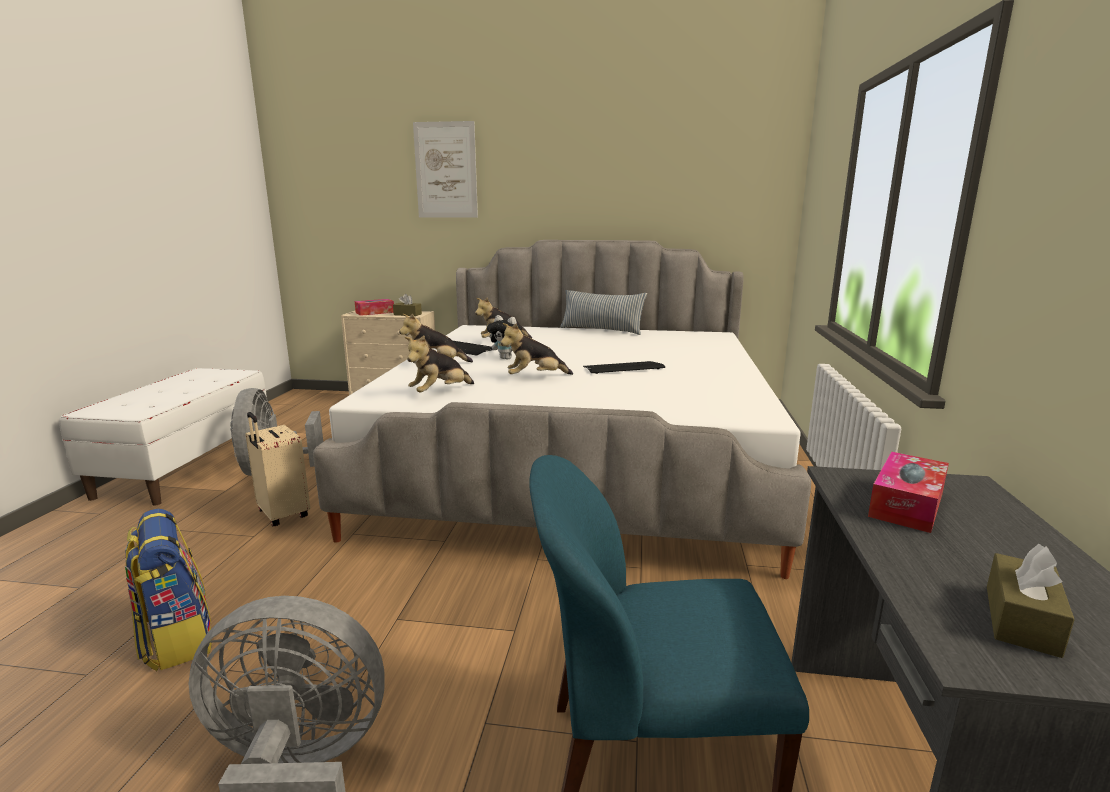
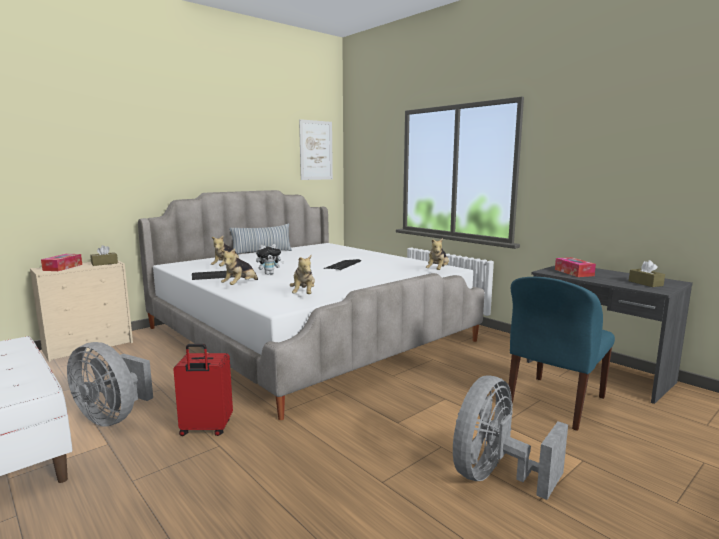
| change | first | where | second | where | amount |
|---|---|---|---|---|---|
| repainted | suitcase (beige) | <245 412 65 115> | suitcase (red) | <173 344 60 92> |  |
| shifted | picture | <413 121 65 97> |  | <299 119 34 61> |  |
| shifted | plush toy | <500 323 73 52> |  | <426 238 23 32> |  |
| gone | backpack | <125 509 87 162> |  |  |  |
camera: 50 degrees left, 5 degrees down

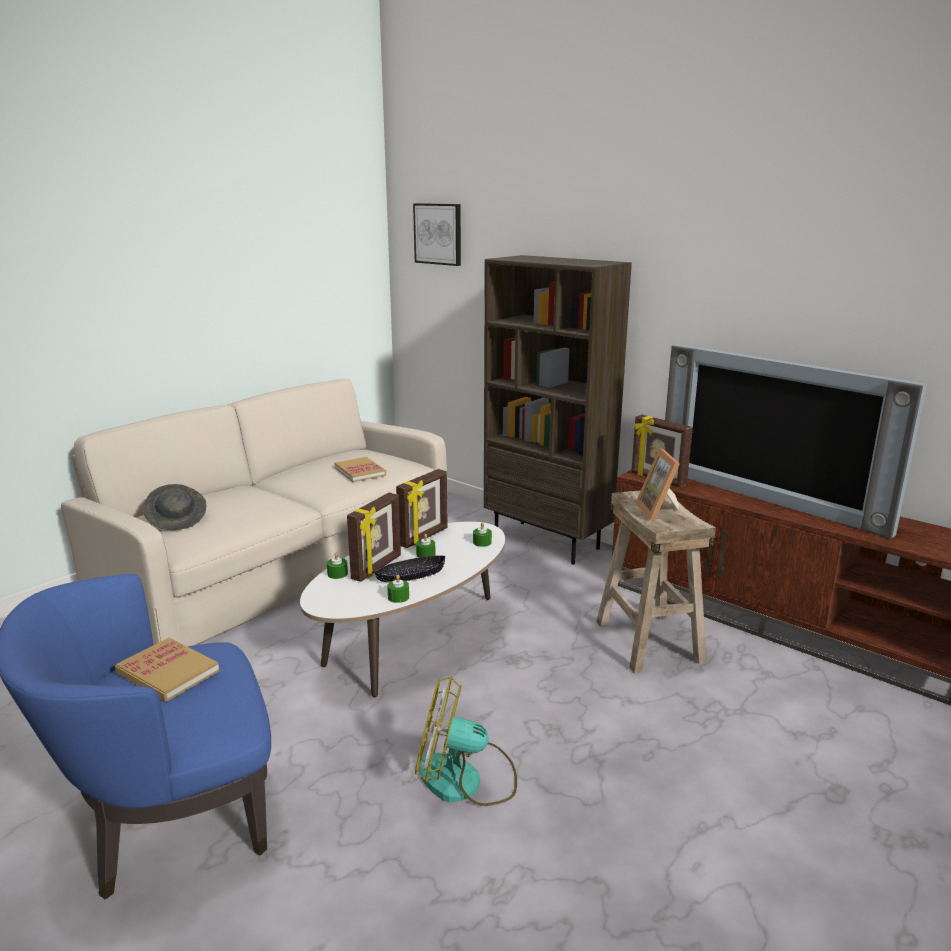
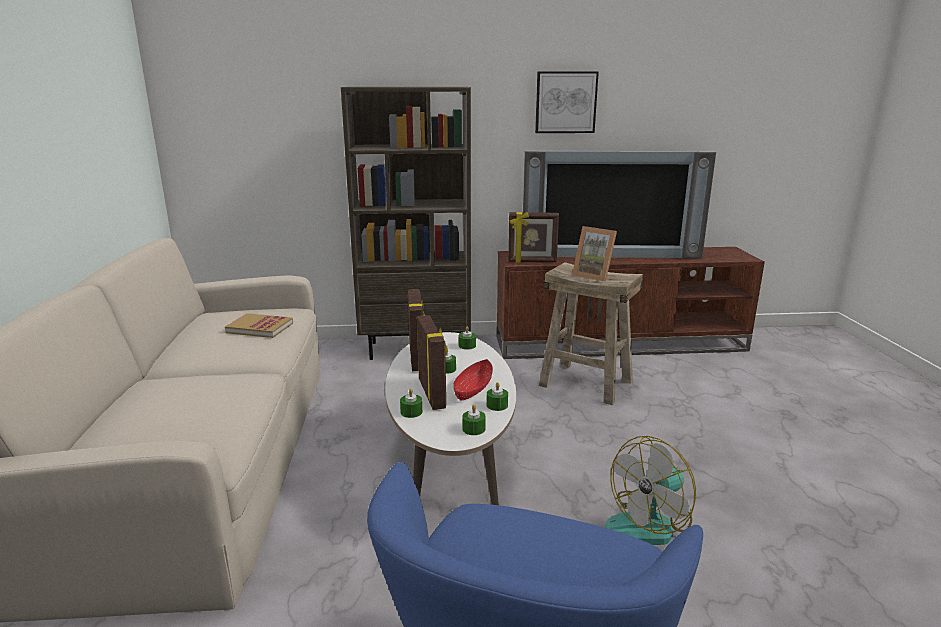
| change | first | where | second | where | amount |
|---|---|---|---|---|---|
| repainted | bowl (black) | <375 555 70 27> | bowl (red) | <453 359 40 42> |  |
| new |  |  | candle (green) | <462 405 24 30> |  |
| shifted | picture | <413 203 48 63> |  | <535 71 64 62> |  |
| gone | book | <115 637 104 65> |  |  |  |
| gone | hat (grey) | <143 484 64 46> |  |  |  |
camera: 45 degrees left, 0 degrees up

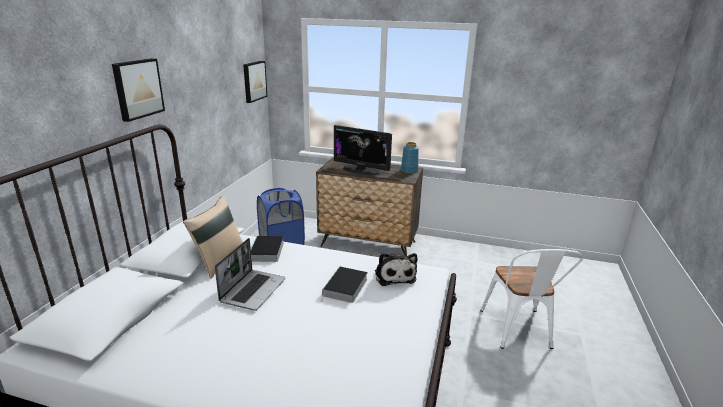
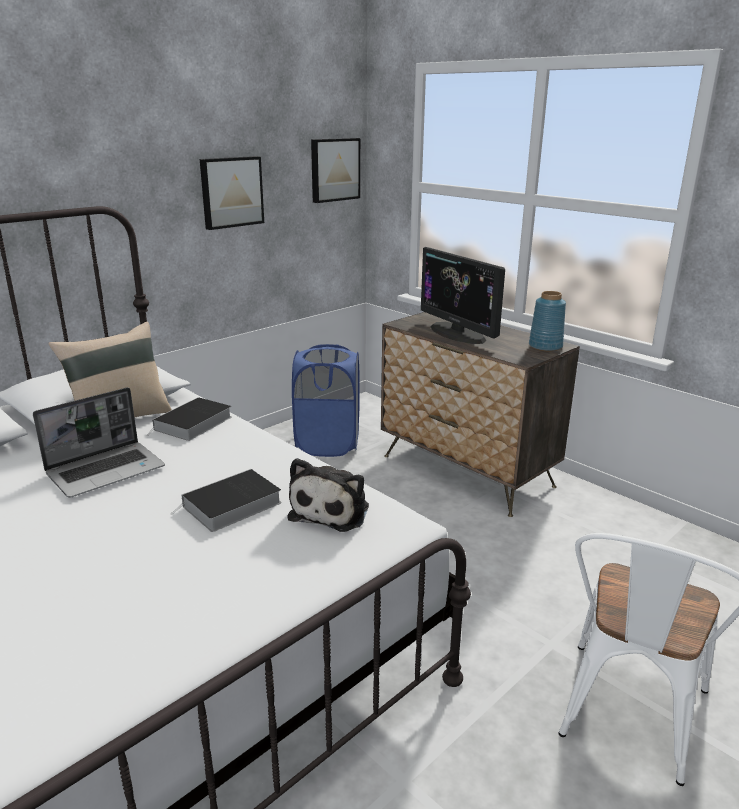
| change | first | where | second | where | amount |
|---|---|---|---|---|---|
| shifted | picture | <112 58 53 64> |  | <200 156 64 74> |  |
camera: 30 degrees right, 0 degrees up

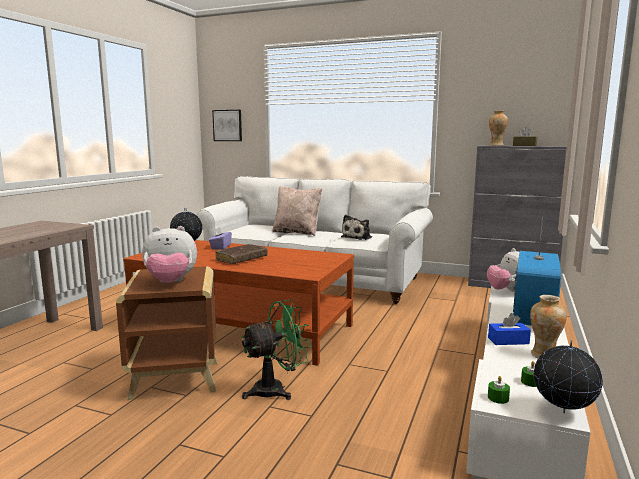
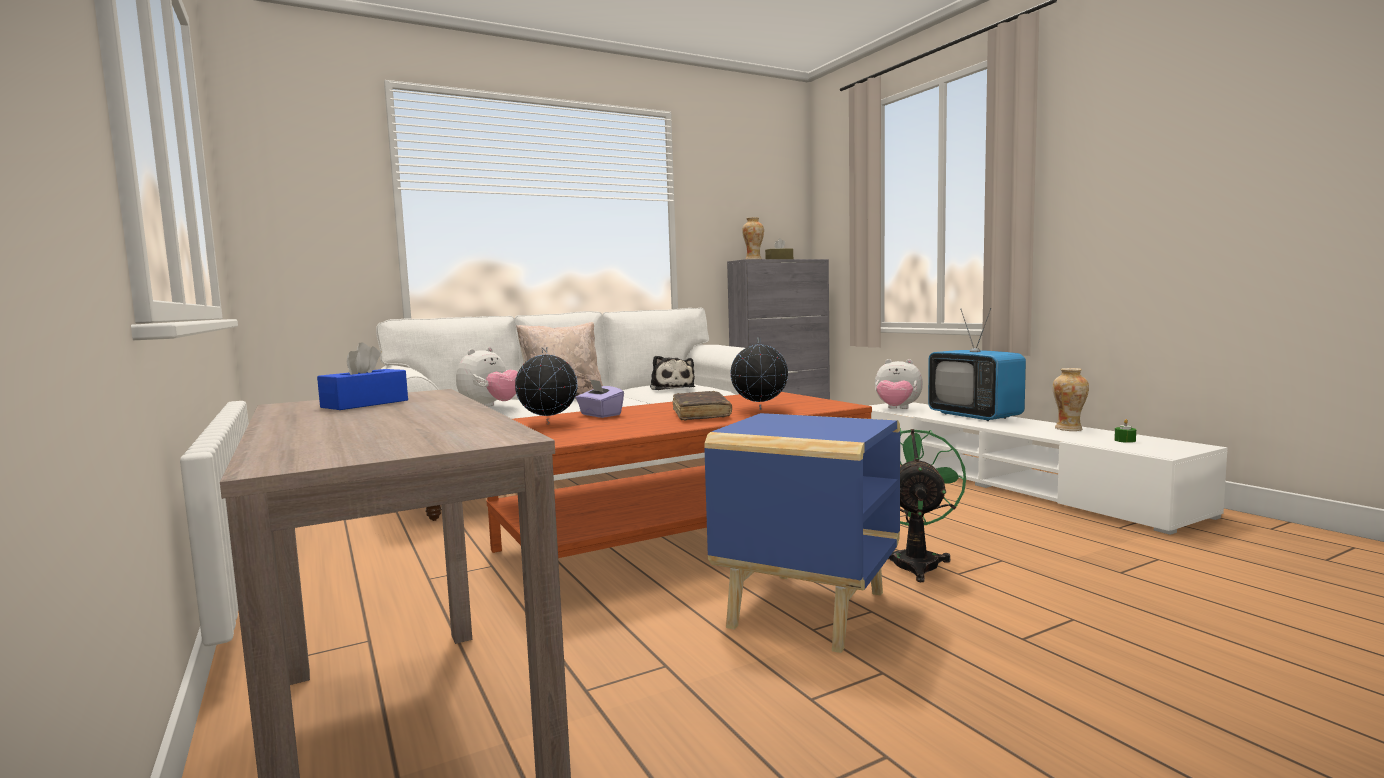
| change | first | where | second | where | amount |
|---|---|---|---|---|---|
| shifted | tissue box (blue) | <488 313 43 32> |  | <317 342 91 68> |  |
| shifted | plush toy | <142 226 55 57> |  | <456 347 62 60> |  |
| repainted | side table (brown) | <116 266 101 134> | side table (blue) | <704 413 196 240> |  |
| shifted | globe | <534 340 69 73> |  | <730 337 58 73> |  |
| gone | picture | <212 110 30 31> |  |  |  |
| gone | candle (green) | <488 376 22 28> |  |  |  |
camera: 50 degrees left, 5 degrees down

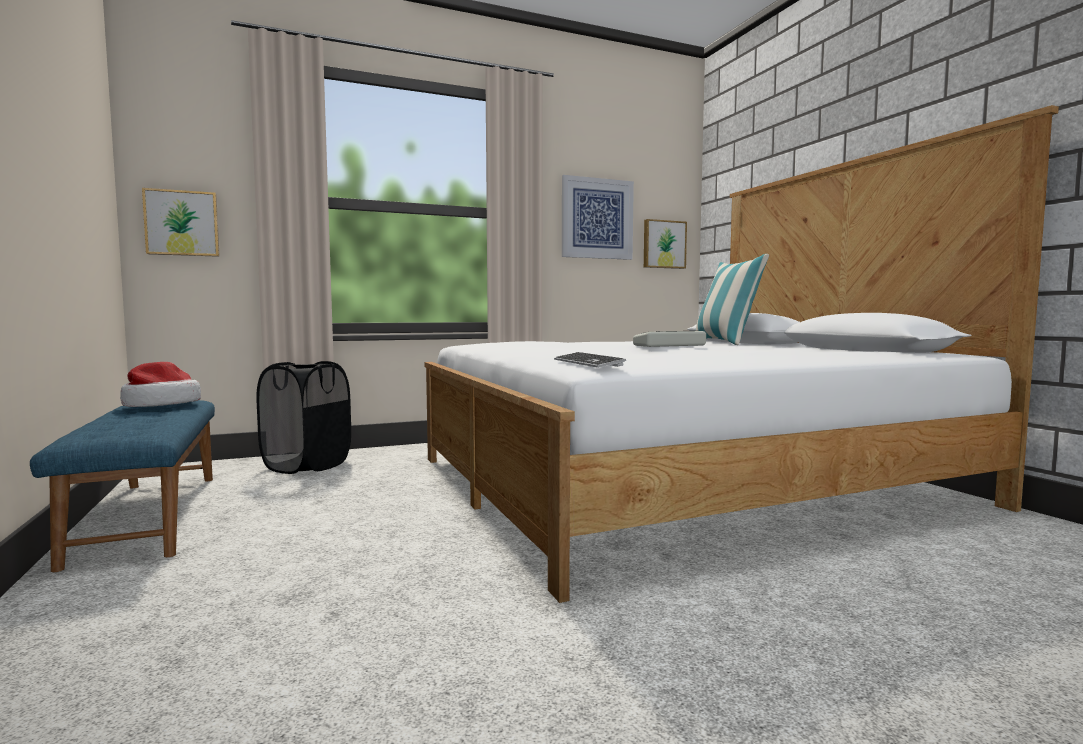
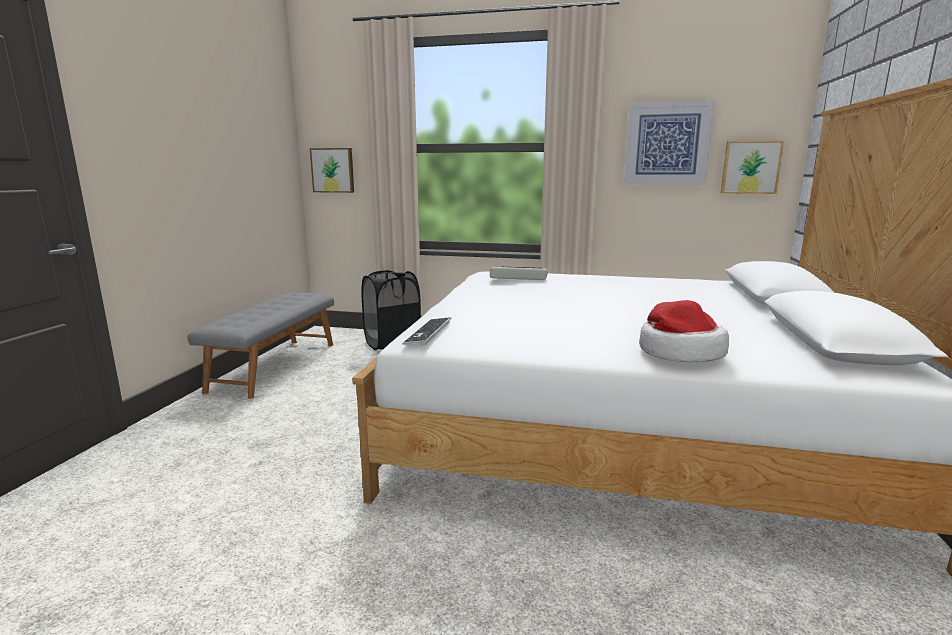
| change | first | where | second | where | amount |
|---|---|---|---|---|---|
| repainted | bench (blue) | <30 400 185 172> | bench (grey) | <188 293 146 106> |  |
| shifted | keyboard | <633 331 73 16> |  | <490 266 58 14> |  |
| shifted | hat | <120 362 81 45> |  | <639 300 90 62> |  |
| gone | pillow | <695 254 74 91> |  |  |  |
camera: 35 degrees right, 10 degrees up

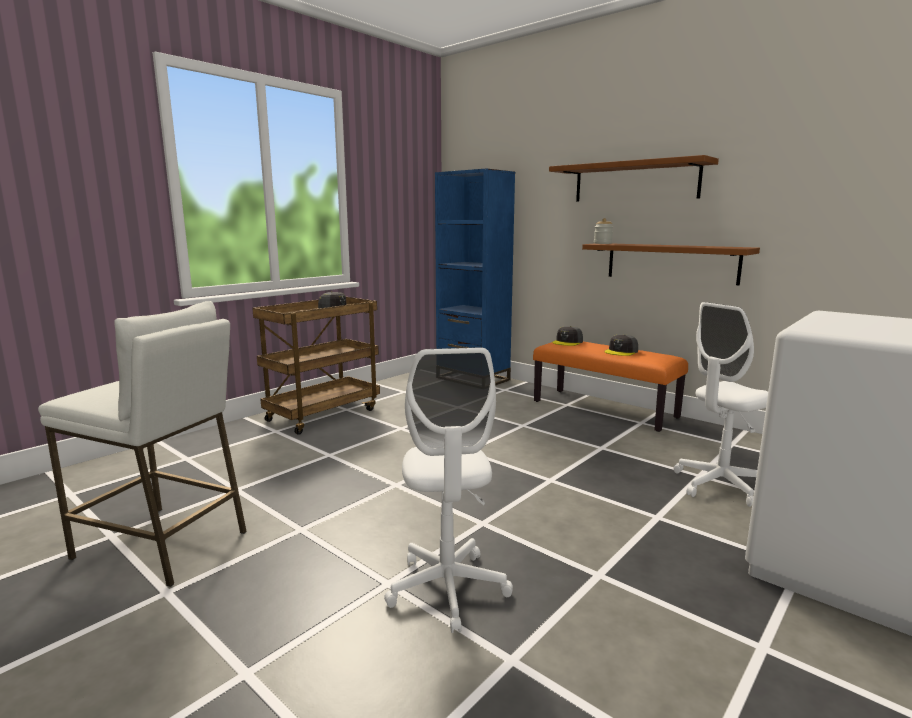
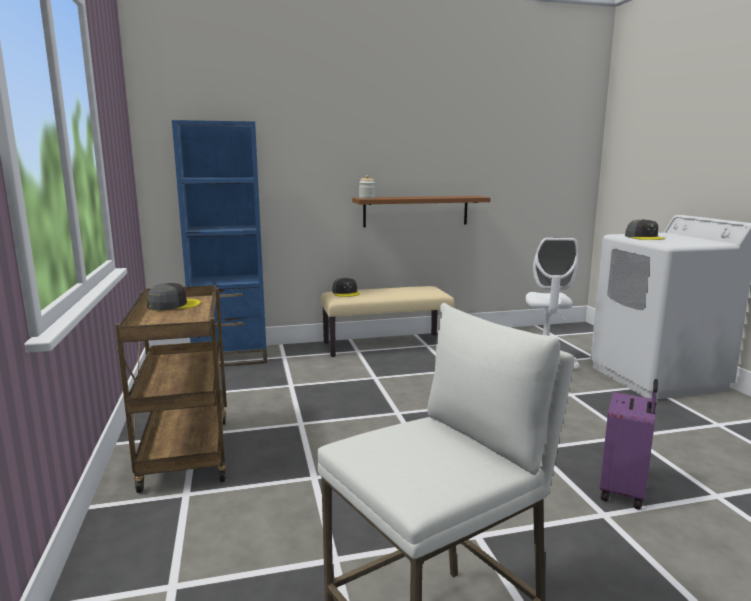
| change | first | where | second | where | amount |
|---|---|---|---|---|---|
| repainted | bench (orange) | <533 342 155 90> | bench (beige) | <321 286 133 71> |  |
| swapped | office chair (white) | <384 347 129 286> | suitcase (purple) | <600 379 58 131> |  |
| shifted | cap (grey) | <604 334 34 22> |  | <625 219 40 21> |  |
| gone | shelf (brown) | <549 155 170 47> |  |  |  |
camera: 55 degrees left, 0 degrees up

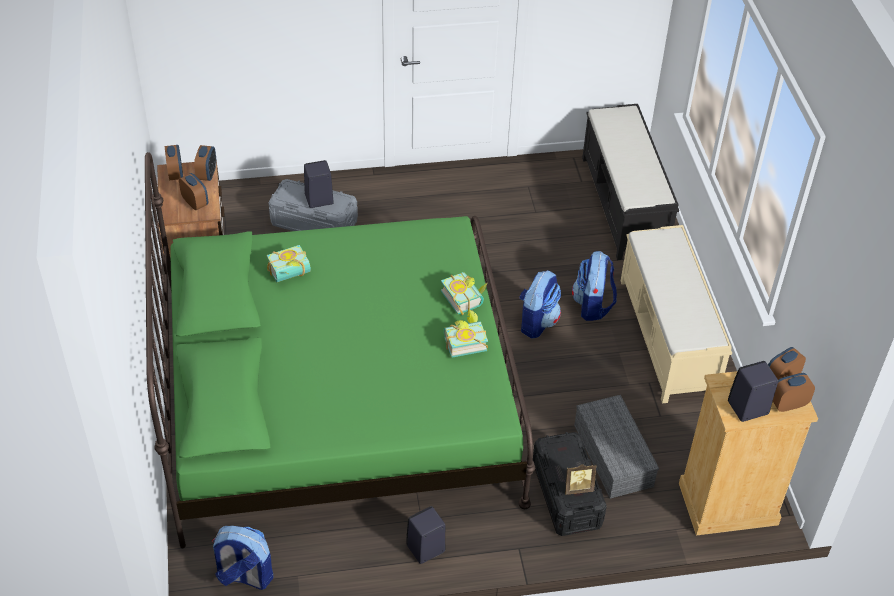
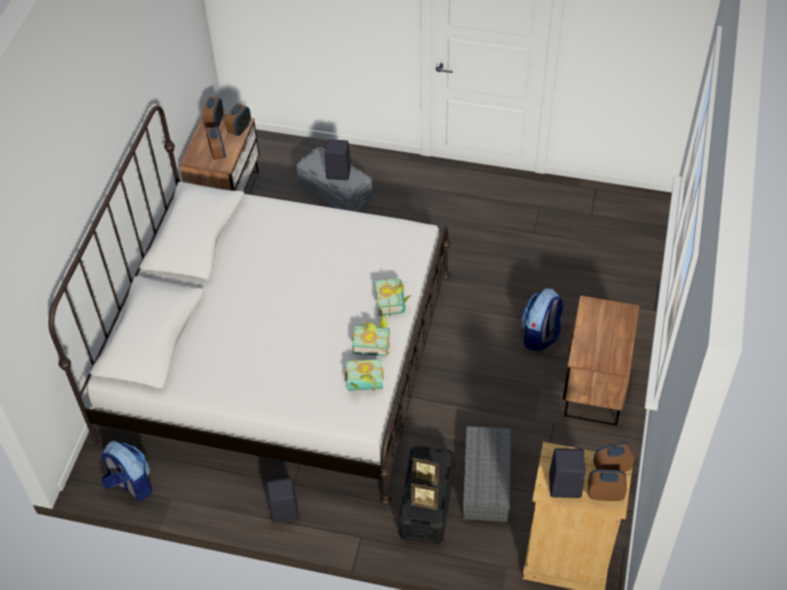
| change | first | where | second | where | amount |
|---|---|---|---|---|---|
| repainted | bed (green) | <145 152 390 396> | bed (white) | <49 106 402 399> |  |
| shifted | book | <266 245 45 37> |  | <345 359 39 32> |  |
| new |  |  | picture frame | <412 458 28 27> |  |
| swapped | bench (beige) | <621 225 111 178> | nightstand | <563 295 77 131> |  |
| gone | backpack | <519 270 42 68> |  |  |  |
| gone | bench (black) | <582 104 97 156> |  |  |  |
camera: 25 degrees right, 5 degrees up

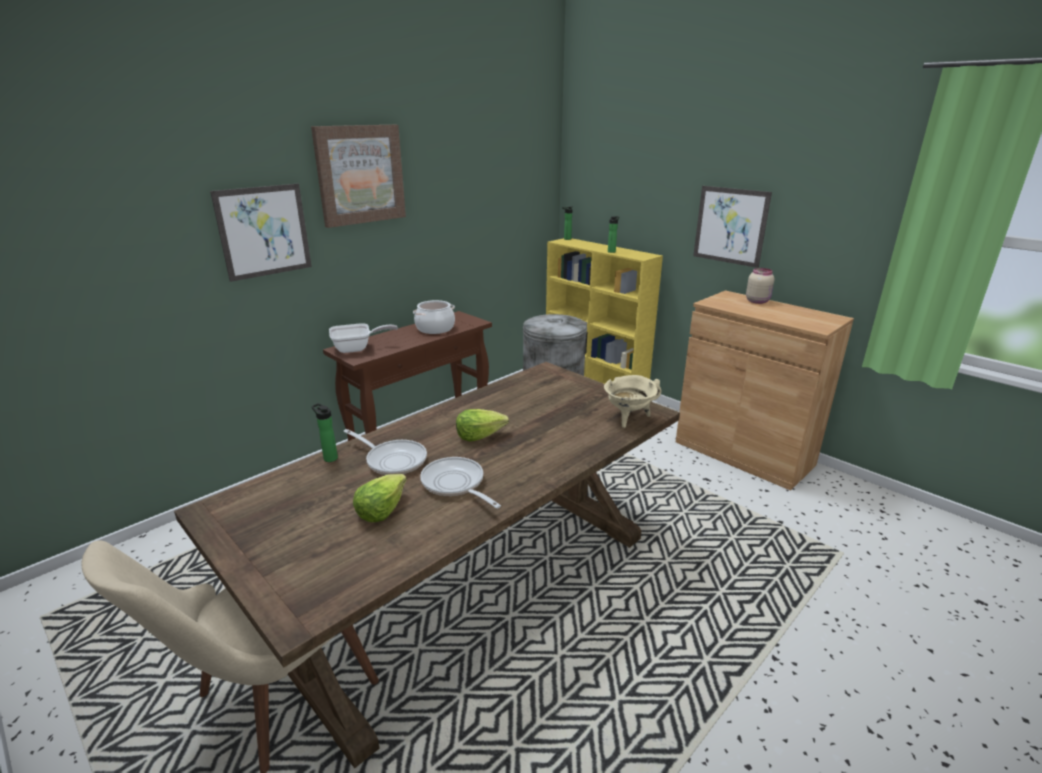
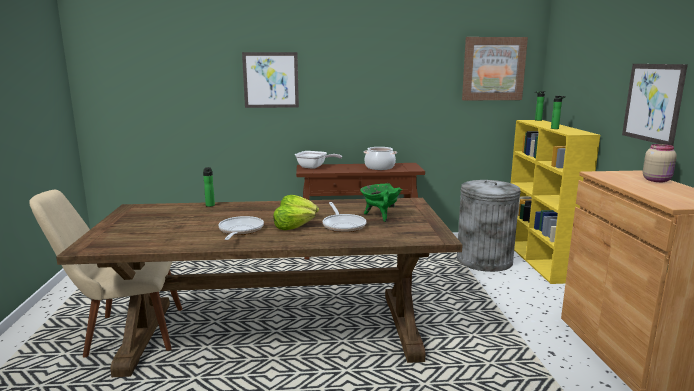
| change | first | where | second | where | amount |
|---|---|---|---|---|---|
| shifted | lettuce | <353 474 54 48> |  | <273 205 43 25> |  |
| shifted | frying pan | <343 429 84 46> |  | <323 202 43 30> |  |
| new |  |  | cooking pot (green) | <360 183 42 39> |  |
| shifted | picture | <311 125 95 103> |  | <462 37 66 64> |  |
| gone | cooking pot (beige) | <604 375 58 53> |  |  |  |
camera: 40 degrees right, 10 degrees down

